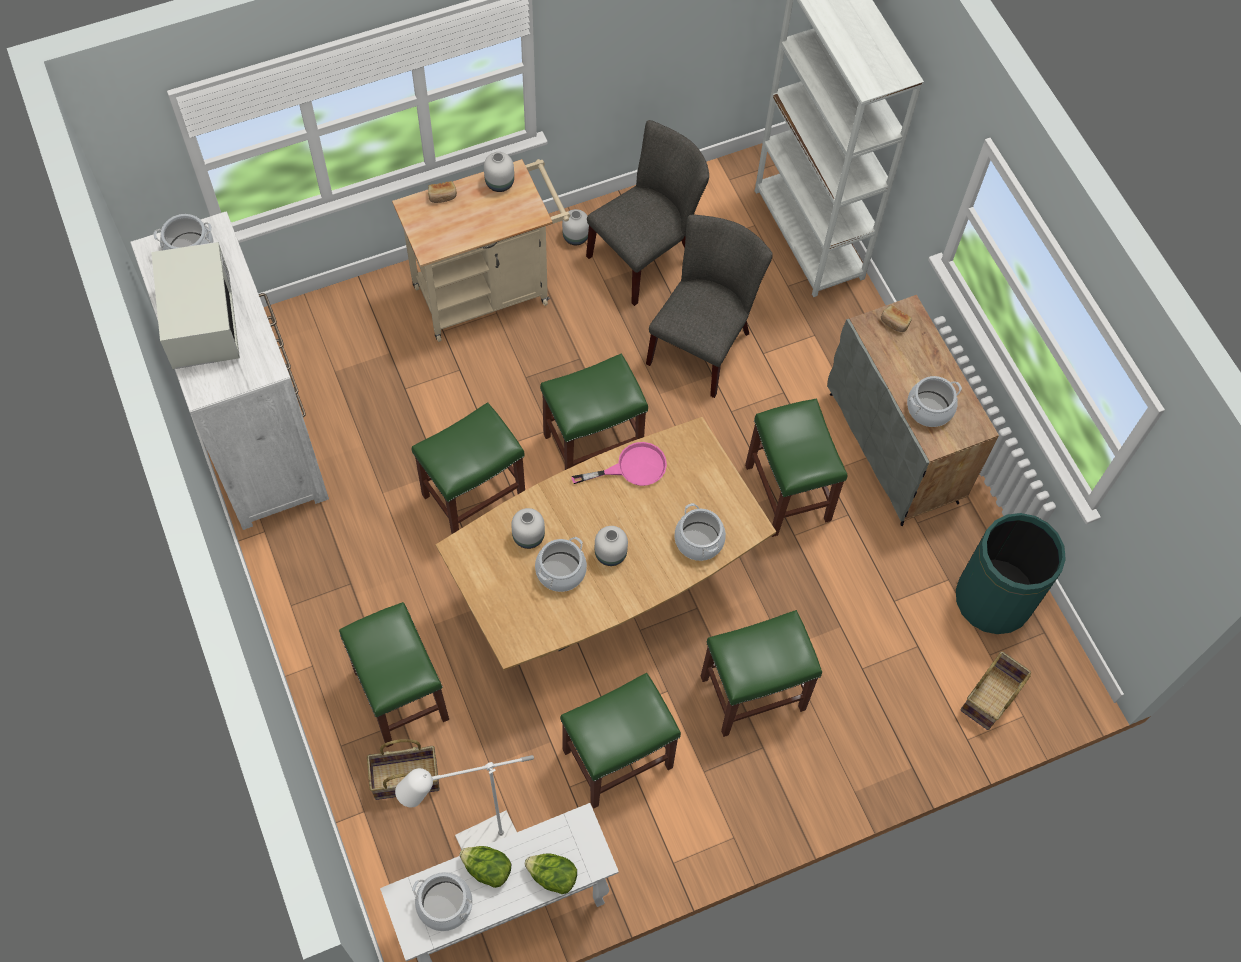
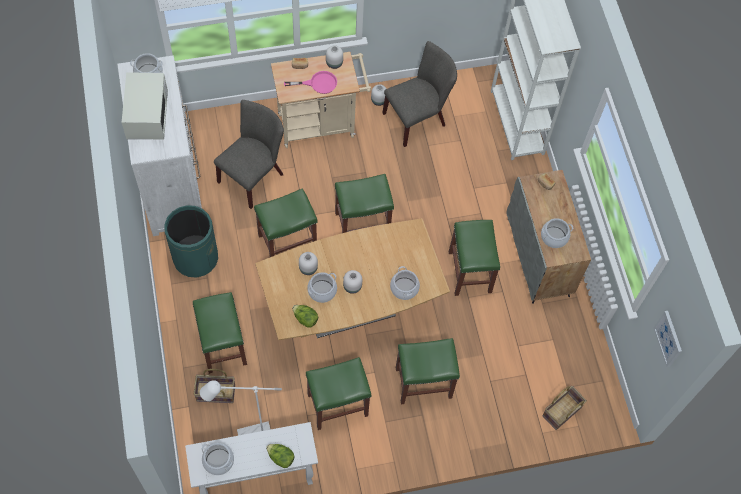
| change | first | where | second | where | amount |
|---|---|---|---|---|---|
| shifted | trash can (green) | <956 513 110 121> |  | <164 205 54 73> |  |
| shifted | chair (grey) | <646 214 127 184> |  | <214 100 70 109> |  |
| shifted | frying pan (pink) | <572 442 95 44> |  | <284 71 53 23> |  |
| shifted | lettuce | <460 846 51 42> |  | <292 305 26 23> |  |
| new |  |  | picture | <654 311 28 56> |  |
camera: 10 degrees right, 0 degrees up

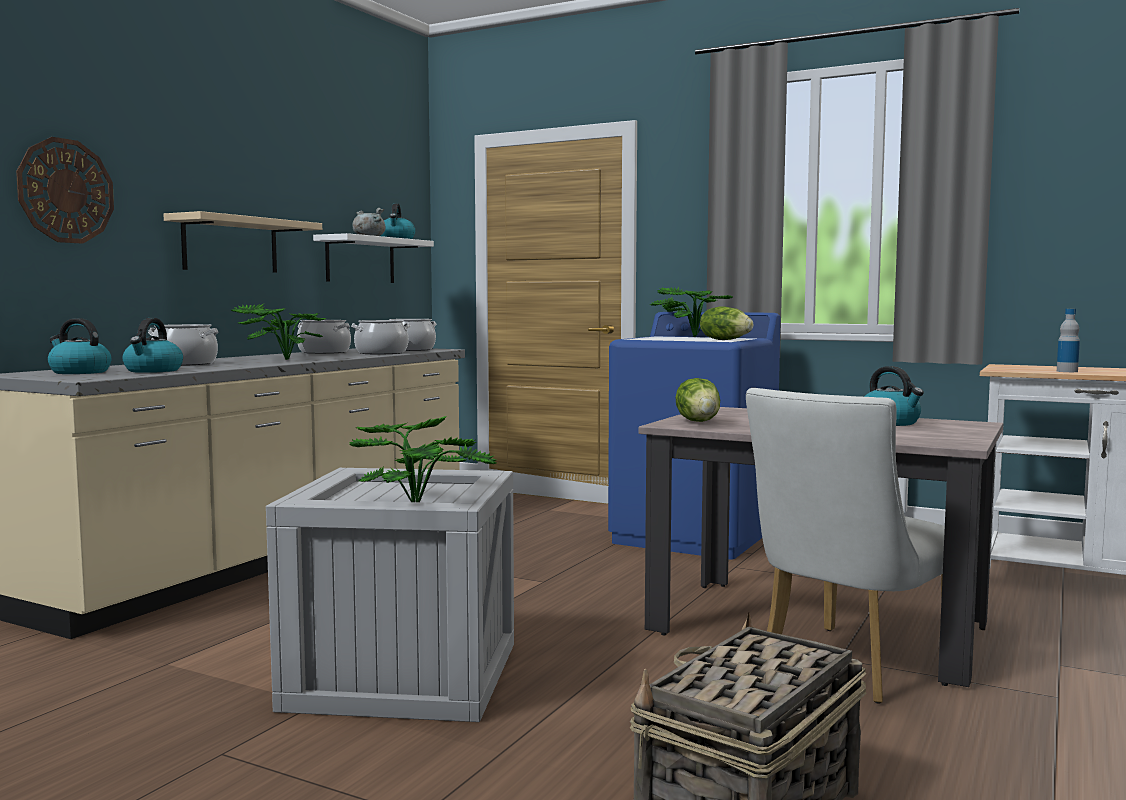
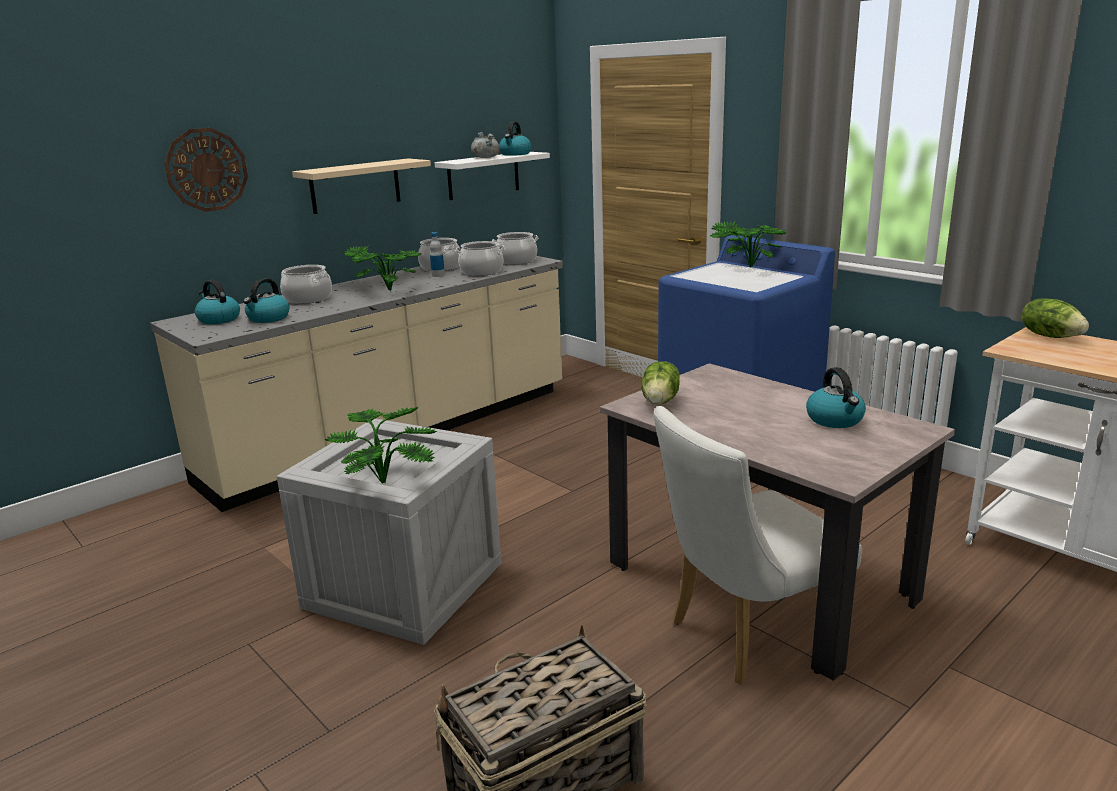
| change | first | where | second | where | amount |
|---|---|---|---|---|---|
| shifted | bottle | <1057 309 23 63> |  | <430 232 15 45> |  |
| shifted | lettuce | <700 306 53 34> |  | <1021 298 68 40> |  |
camera: 20 degrees right, 15 degrees up

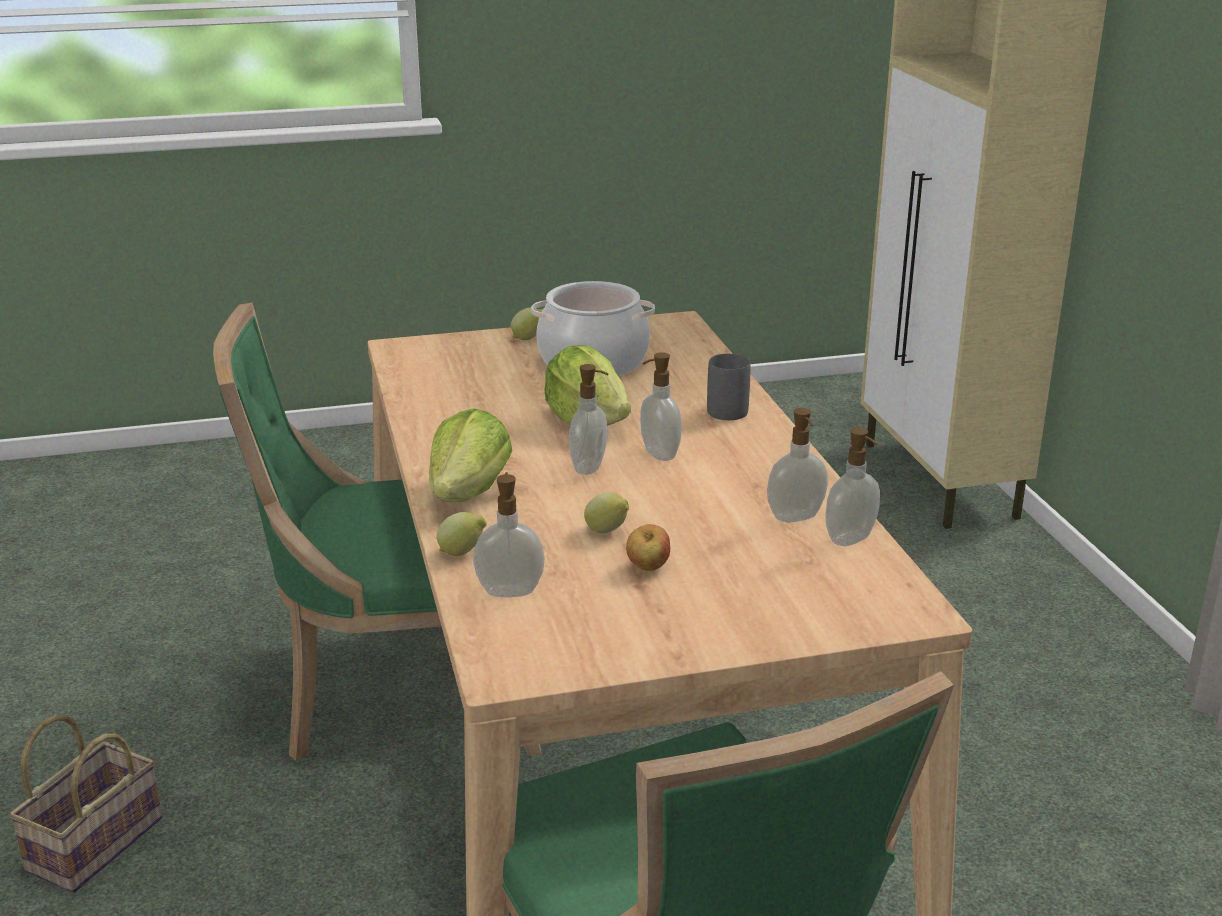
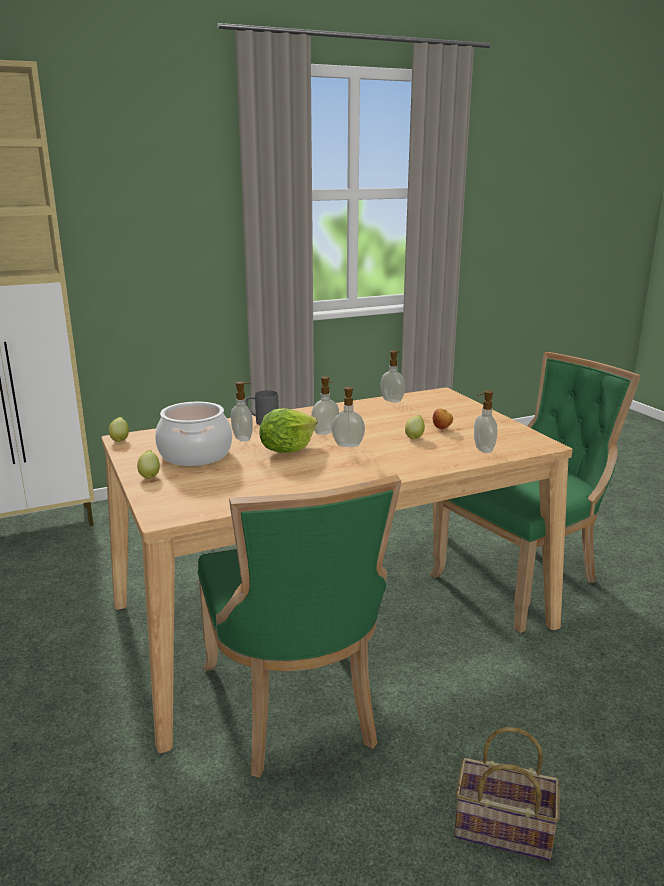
| change | first | where | second | where | amount |
|---|---|---|---|---|---|
| shifted | lemon | <437 512 50 44> |  | <109 417 20 25> |  |
| shifted | soap dispenser | <767 408 61 114> |  | <231 381 22 61> |  |
| gone | lettuce | <429 408 83 94> |  |  |  |
camera: 100 degrees left, 5 degrees down

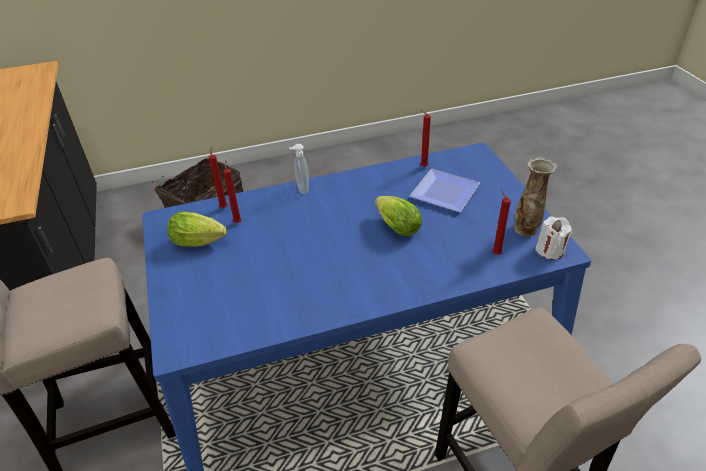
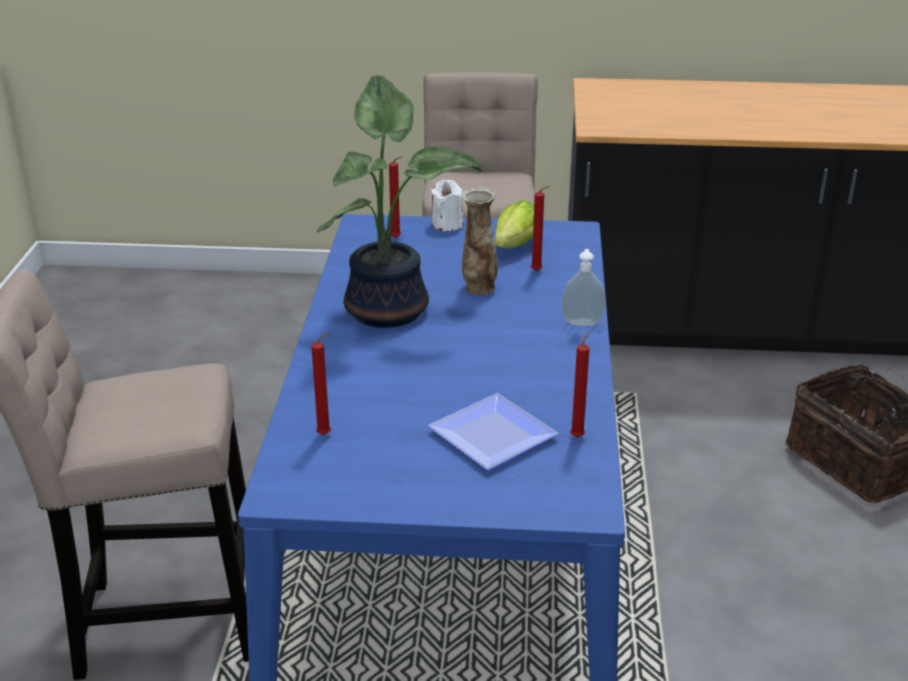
| change | first | where | second | where | amount |
|---|---|---|---|---|---|
| new |  |  | potted plant | <316 75 166 253> |  |
| shifted | candle (red) | <209 146 18 62> |  | <389 156 14 82> |  |
| shifted | candle (white) | <535 216 37 44> |  | <430 179 33 52> |  |
| shifted | vase | <514 157 43 79> |  | <462 187 36 108> |  |
| gone | lettuce | <375 196 47 40> |  |  |  |
camera: 110 degrees right, 10 degrees down

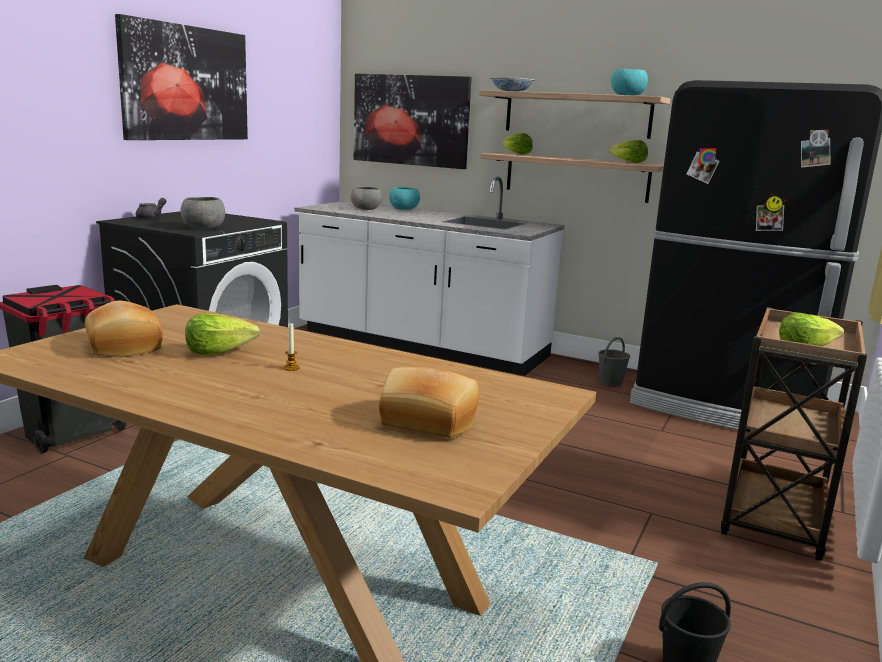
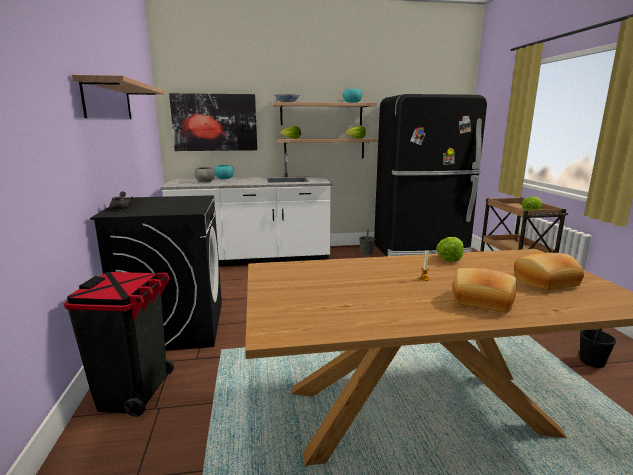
| change | first | where | second | where | amount |
|---|---|---|---|---|---|
| swapped | picture | <115 14 133 126> | shelf | <72 75 93 44> |  |
| shifted | lettuce | <185 313 75 42> |  | <436 237 28 25> |  |
| shifted | bread | <85 301 78 56> |  | <453 268 64 45> |  |
| gone | bowl (grey) | <181 197 44 32> |  |  |  |
camera: 35 degrees left, 0 degrees up

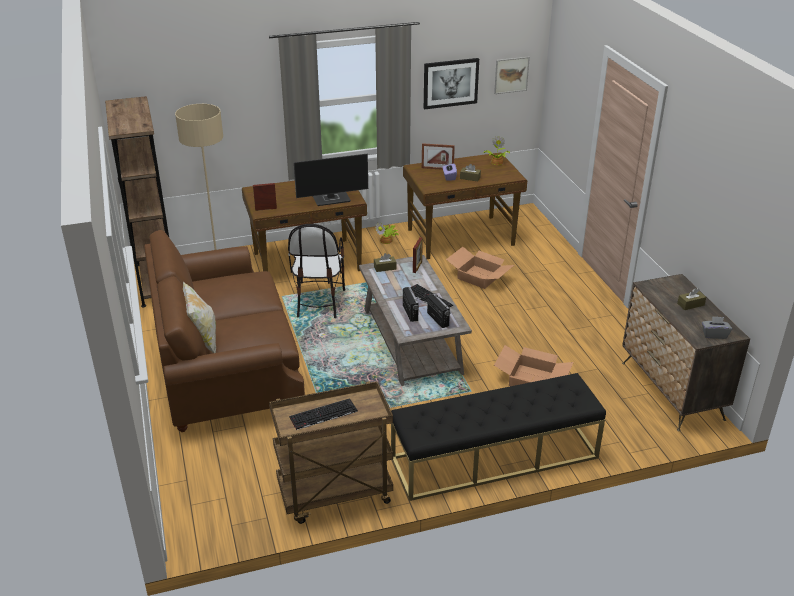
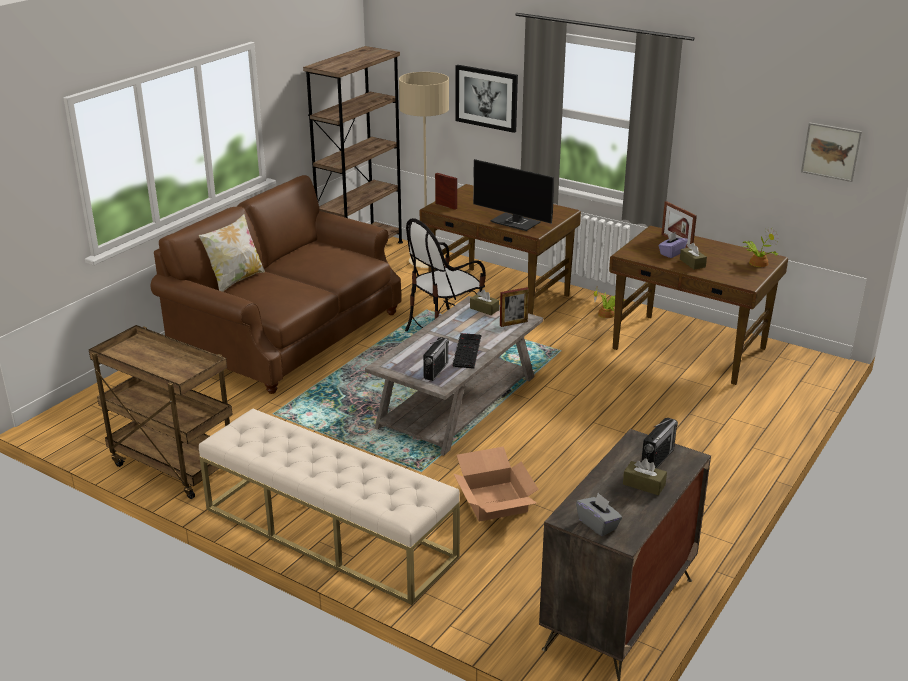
| change | first | where | second | where | amount |
|---|---|---|---|---|---|
| repainted | bench (black) | <391 373 215 128> | bench (beige) | <199 408 261 197> |  |
| shifted | picture | <424 58 55 52> |  | <456 65 62 68> |  |
| shifted | radio | <403 287 16 35> |  | <641 418 37 50> |  |
| gone | keyboard | <289 398 69 32> |  |  |  |
| gone | cardboard box | <446 247 68 42> |  |  |  |
camera: 50 degrees right, 5 degrees down

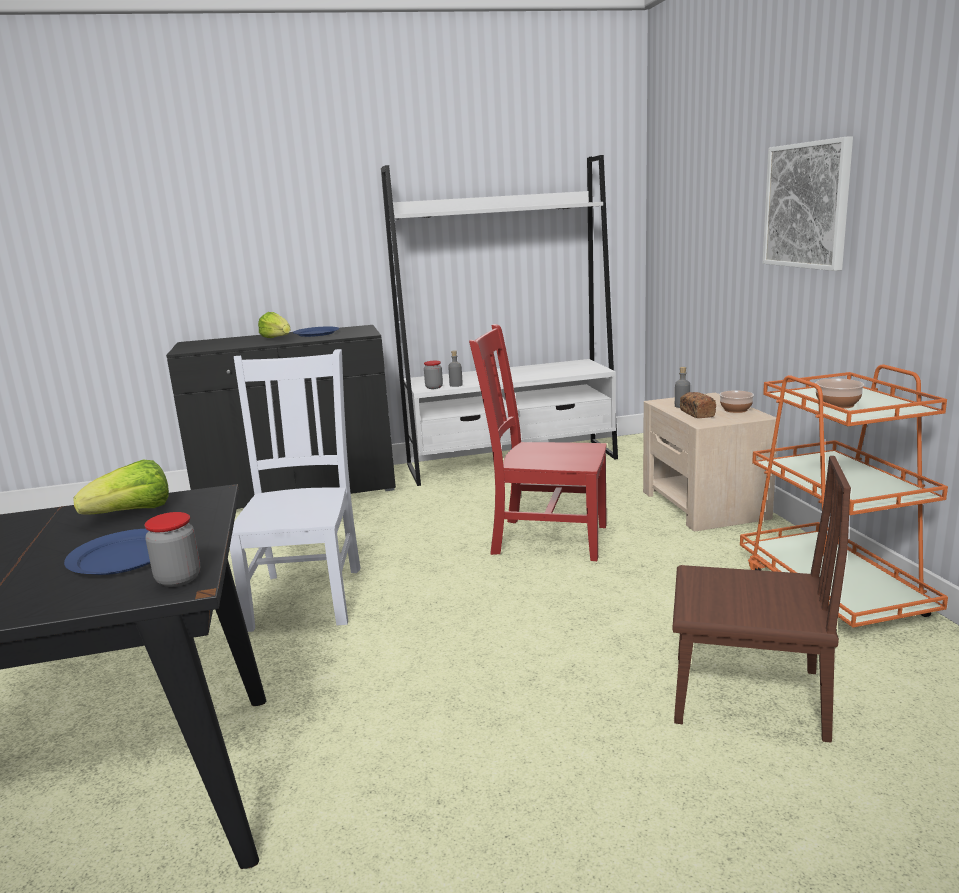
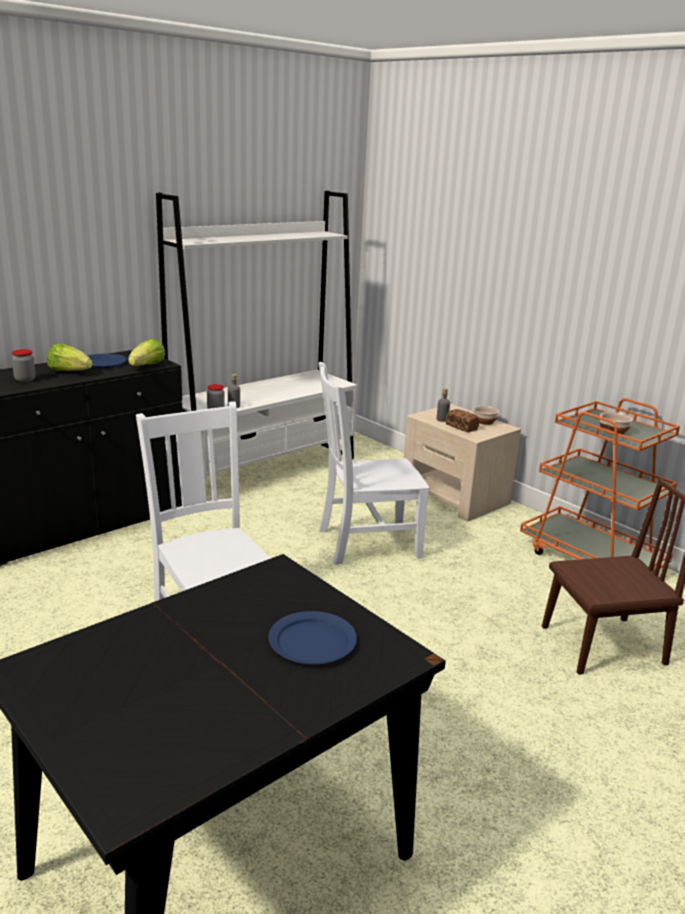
| change | first | where | second | where | amount |
|---|---|---|---|---|---|
| shifted | jar | <144 512 56 75> |  | <12 349 24 33> |  |
| shifted | lettuce | <73 460 96 55> |  | <128 338 38 28> |  |
| repainted | chair (red) | <469 324 138 237> | chair (white) | <319 362 111 203> |  |
| gone | picture | <763 136 90 135> |  |  |  |
camera: 30 degrees left, 5 degrees up

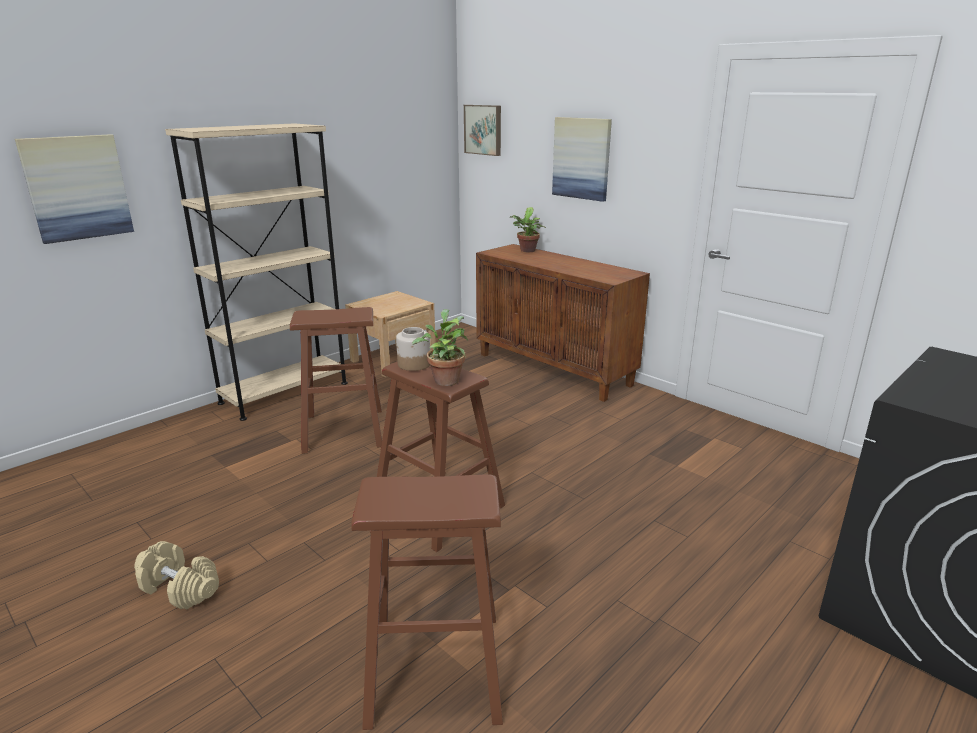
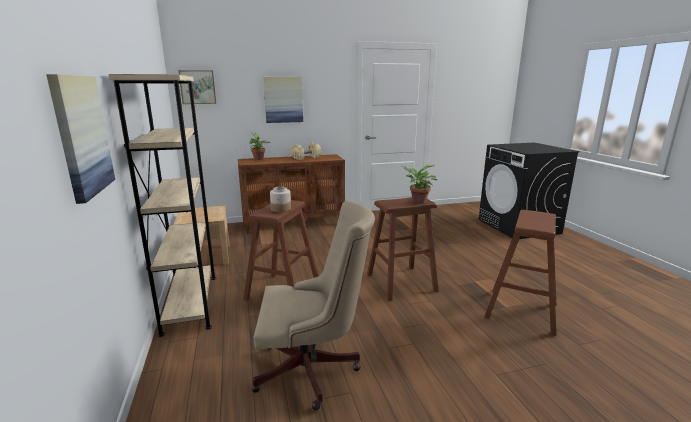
| change | first | where | second | where | amount |
|---|---|---|---|---|---|
| new |  |  | office chair (beige) | <251 200 124 210> |  |
| shifted | jar | <396 327 34 44> |  | <270 187 21 25> |  |
| shifted | dumbbell (beige) | <134 541 85 69> |  | <290 142 31 18> |  |
camera: 60 degrees left, 5 degrees down

